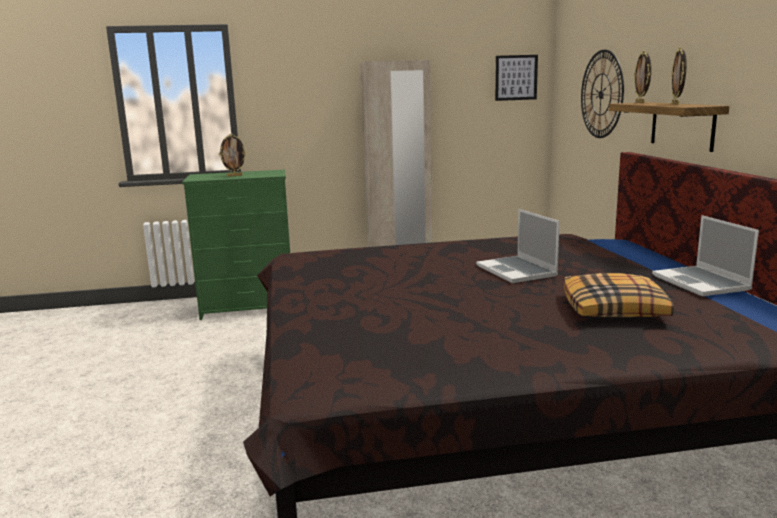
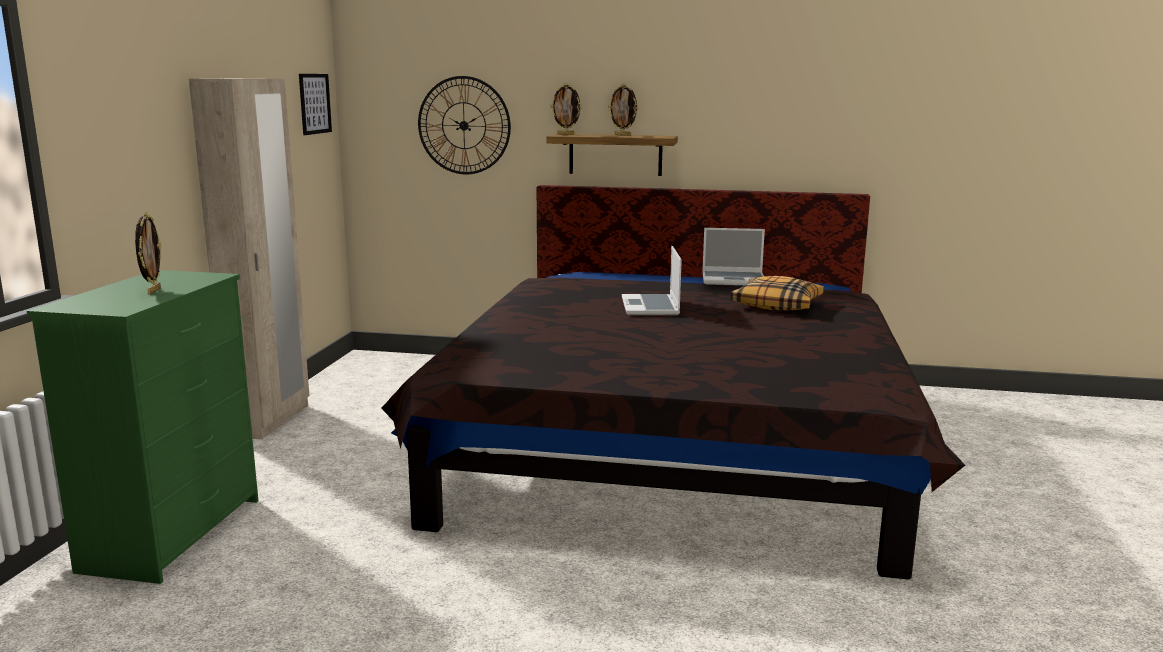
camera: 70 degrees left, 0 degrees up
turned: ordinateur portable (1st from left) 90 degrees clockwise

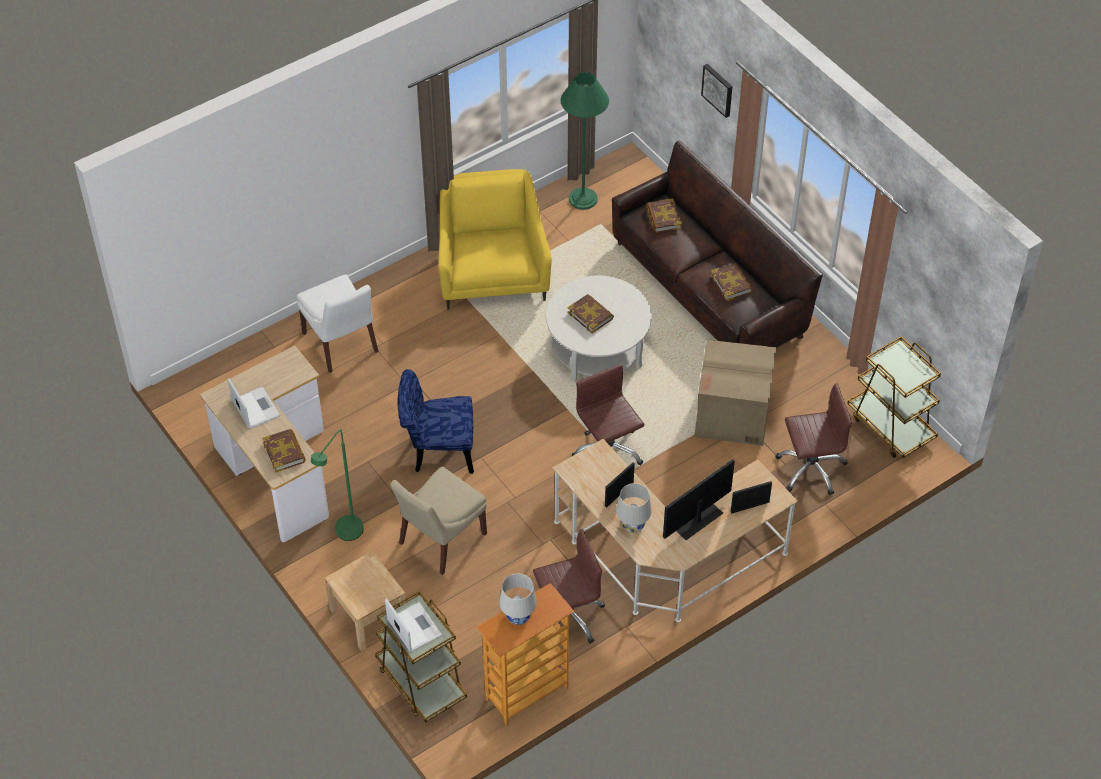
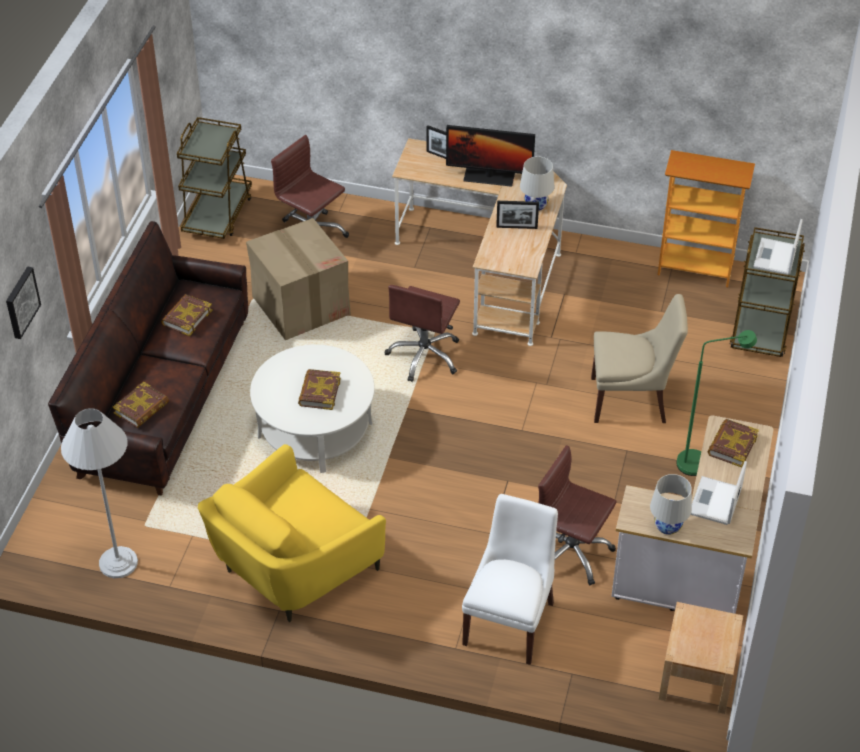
camera: 130 degrees left, 5 degrees down
removed: chaise (bleu)
moved: chaise de bureau (marron) (1st from left in the first image) to chaise de bureau (marron) (3rd from left); table de chevet (beige); lampe de table (blanc) (1st from left in the first image) to lampe de table (blanc) (2nd from left)
recoloured: lampadaire (vert) (2nd from left) to lampadaire (blanc)

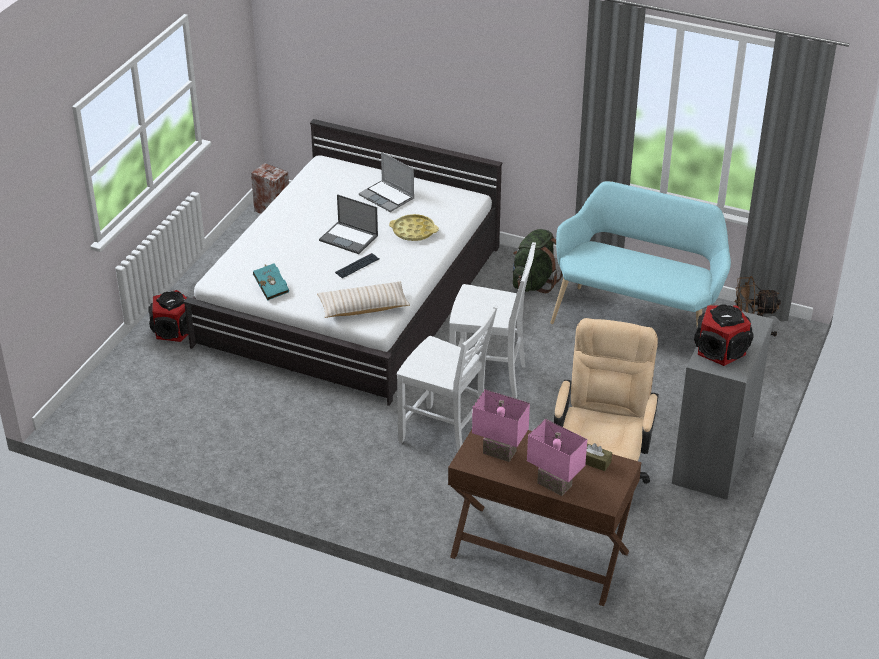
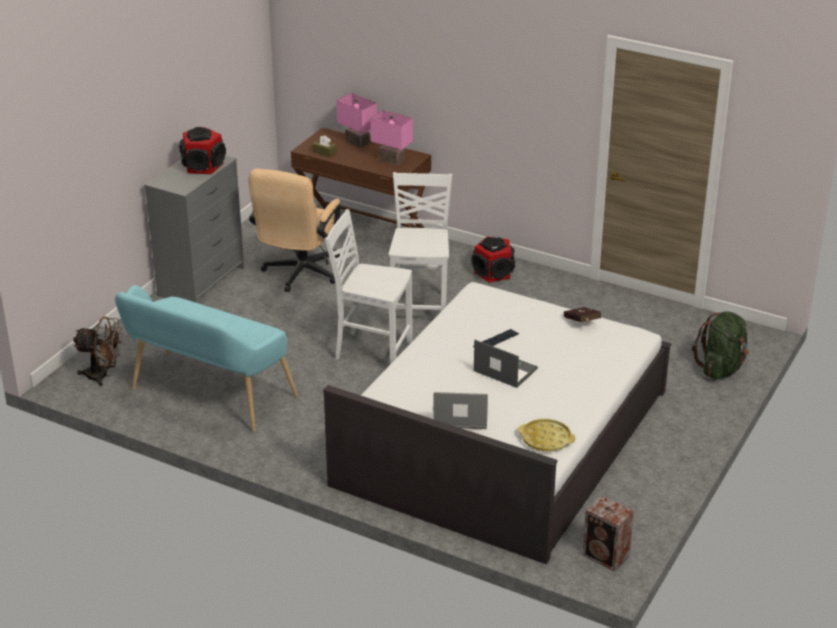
camera: 175 degrees left, 5 degrees down
removed: coussin (beige)
moved: plateau (jaune); sac à dos (vert); enceinte (1st from left in the first image) to enceinte (2nd from left)
recoloured: livre (turquoise) to livre (rouge)
turned: ordinateur portable (2nd from left in the first image) 45 degrees counterclockwise; chaise (blanc) (1st from left in the first image) 60 degrees clockwise

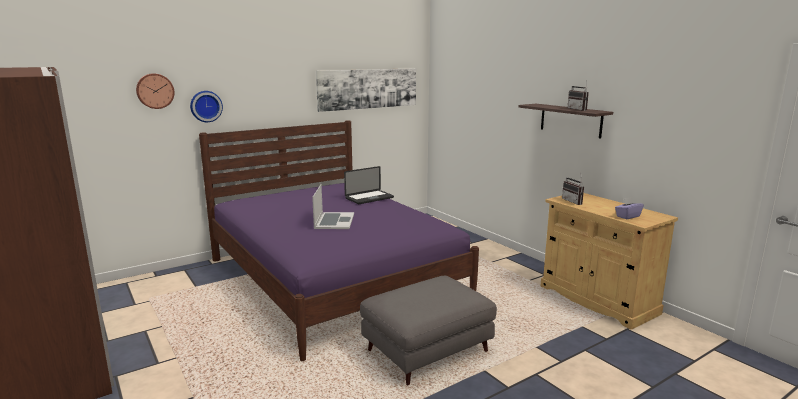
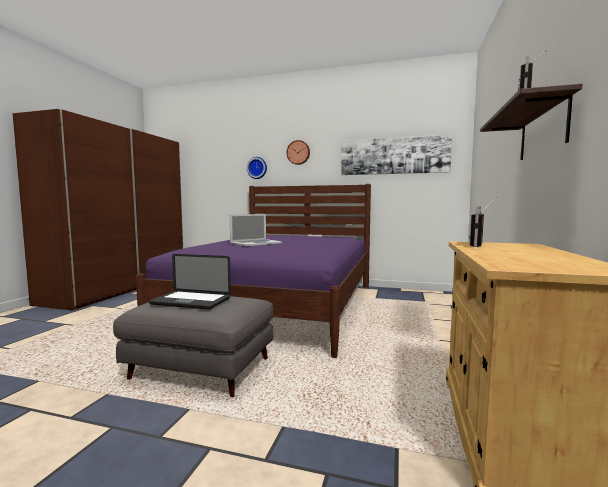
camera: 50 degrees right, 10 degrees down
removed: boîte à mouchoirs (violet)
moved: horloge murale (1st from left in the first image) to horloge murale (2nd from left); ordinateur portable (2nd from left in the first image) to ordinateur portable (1st from left)

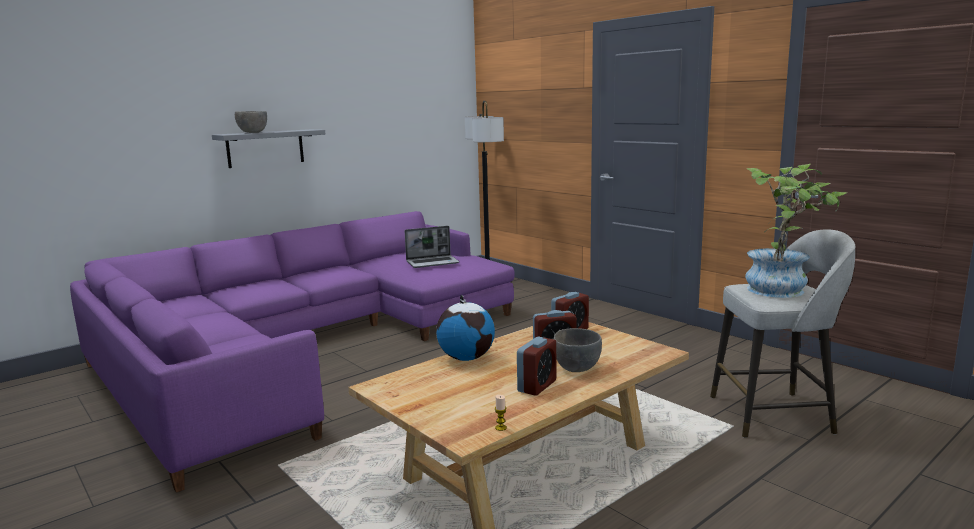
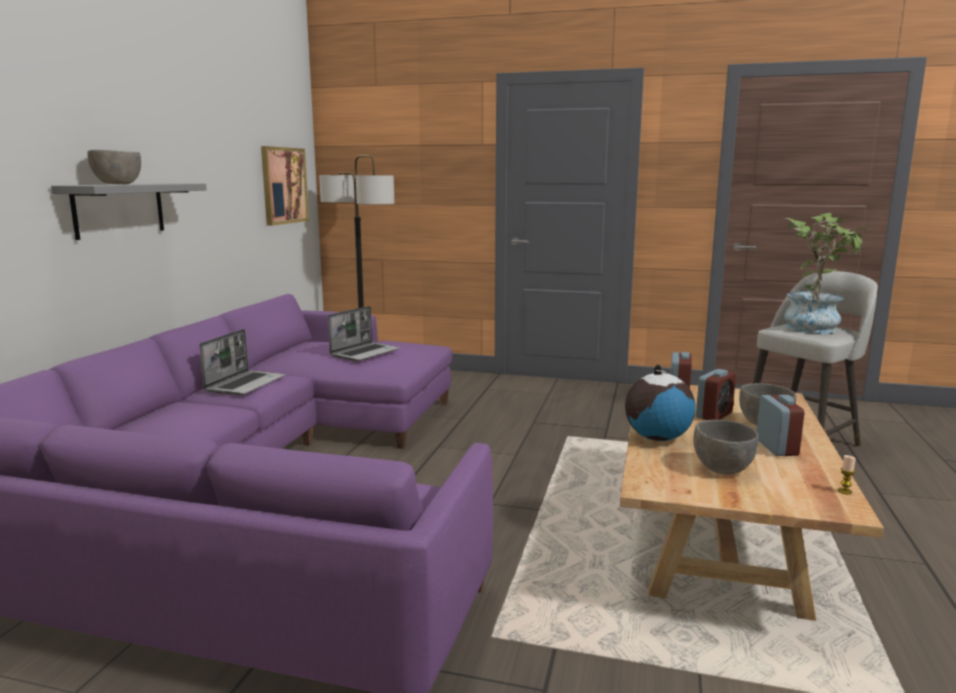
camera: 35 degrees left, 0 degrees up
added: tableau; ordinateur portable (1st from left); bol (gris) (2nd from left)

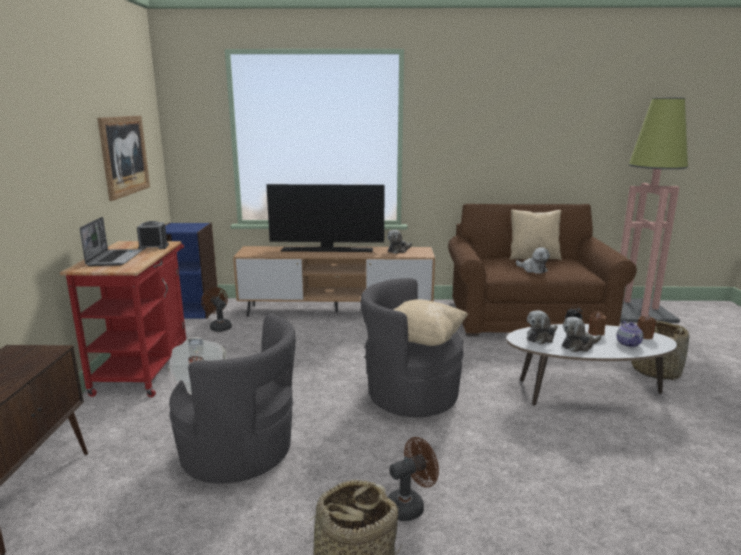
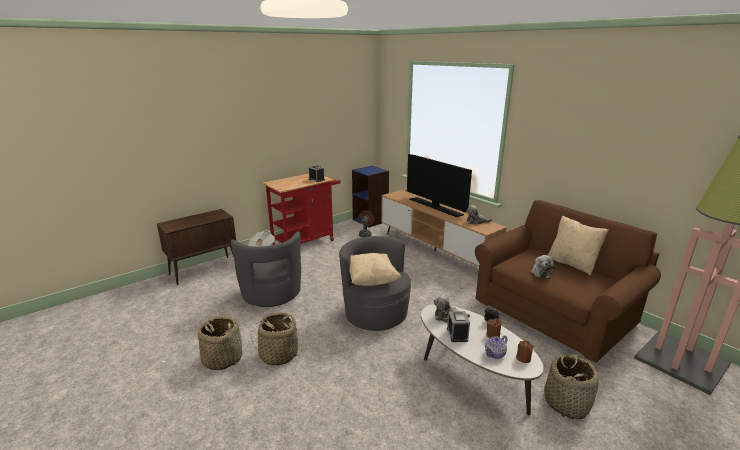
camera: 50 degrees right, 5 degrees up
removed: tableau; ordinateur portable
replaced: peluche (4th from left) to réveil (2nd from left); ventilateur (marron) (2nd from left) to panier (2nd from left)

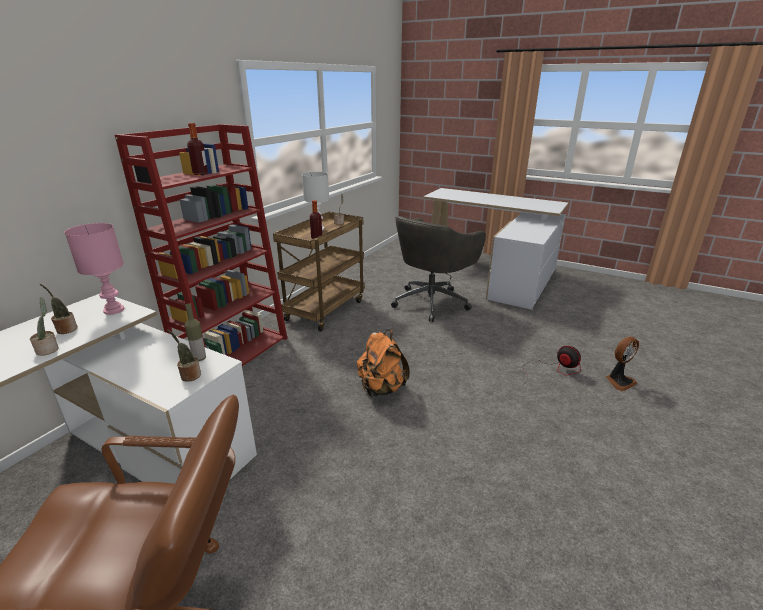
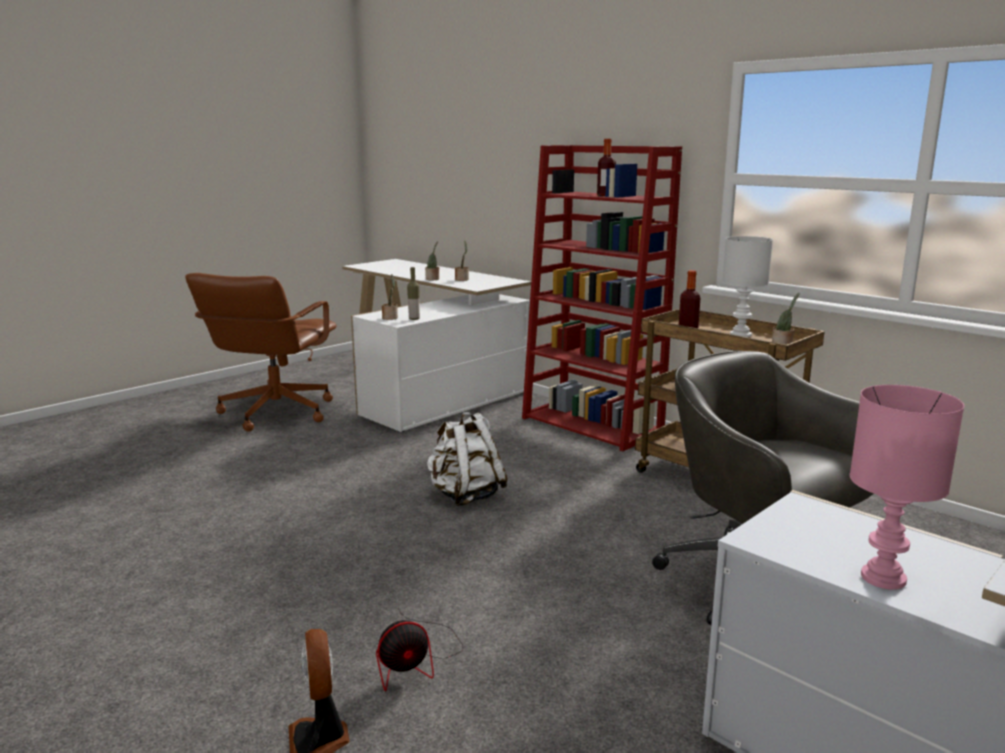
camera: 105 degrees right, 10 degrees down
moved: lampe de table (rose)
recoloured: sac à dos (orange) to sac à dos (blanc)

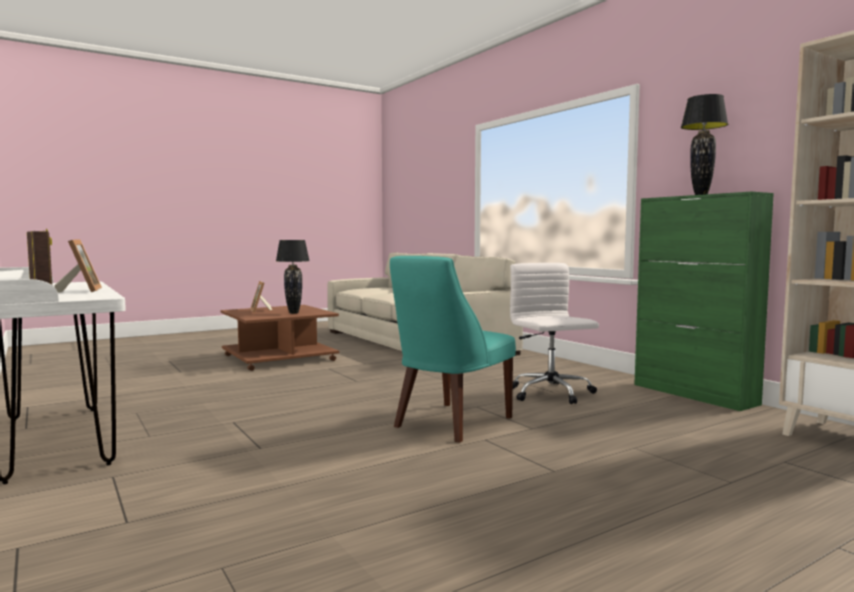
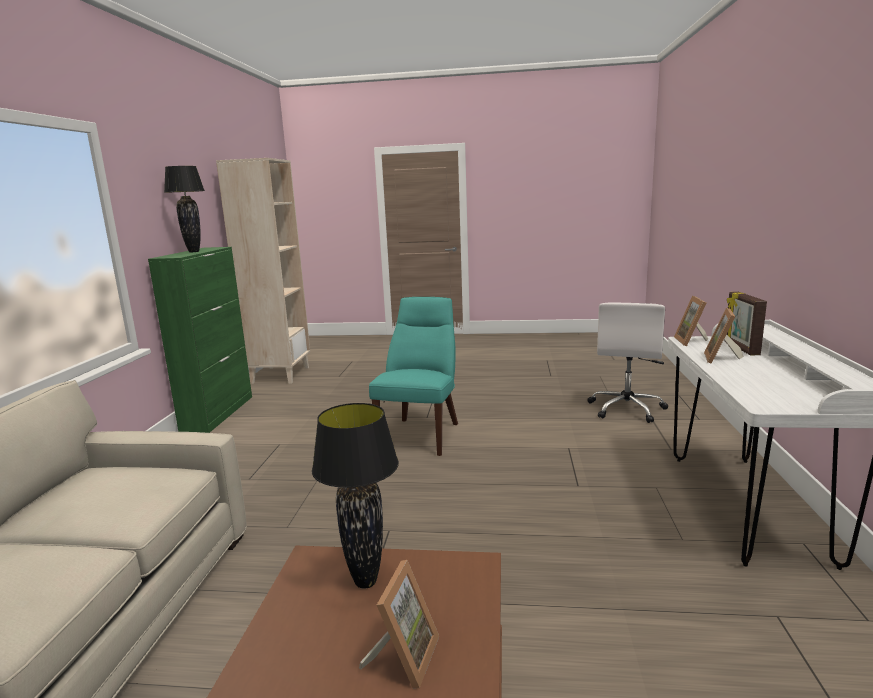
camera: 140 degrees left, 10 degrees up
added: cadre photo (2nd from left)
moved: chaise de bureau (blanc)
turned: chaise (turquoise) 60 degrees counterclockwise

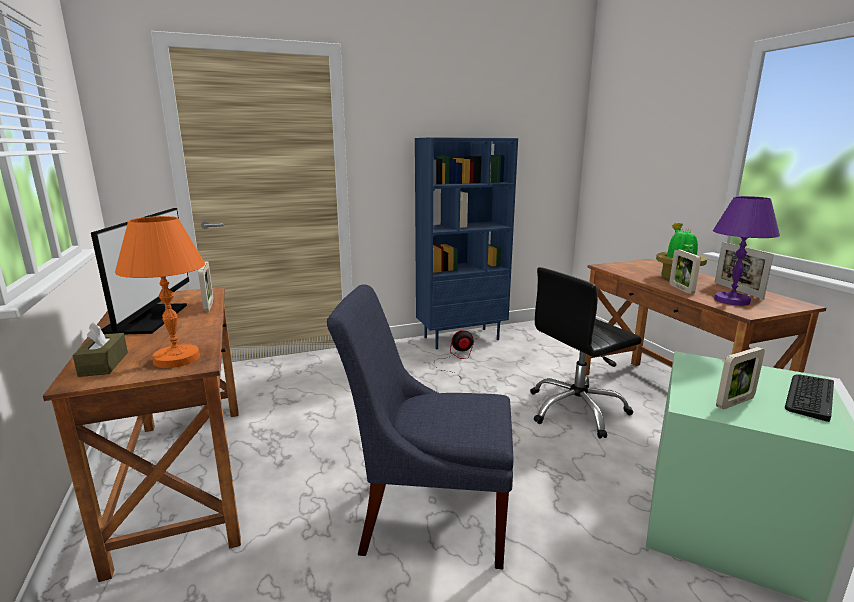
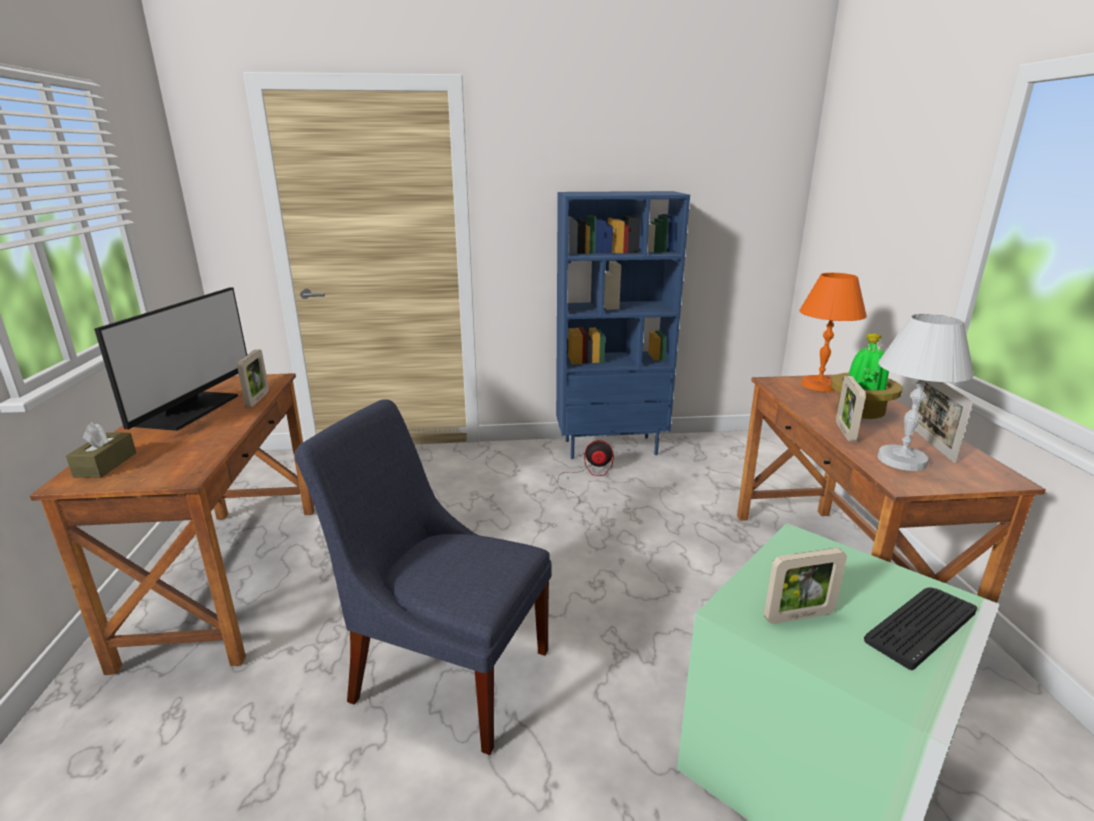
camera: 15 degrees right, 5 degrees up
removed: chaise de bureau (noir)
moved: lampe de table (orange)
recoloured: lampe de table (violet) to lampe de table (blanc)

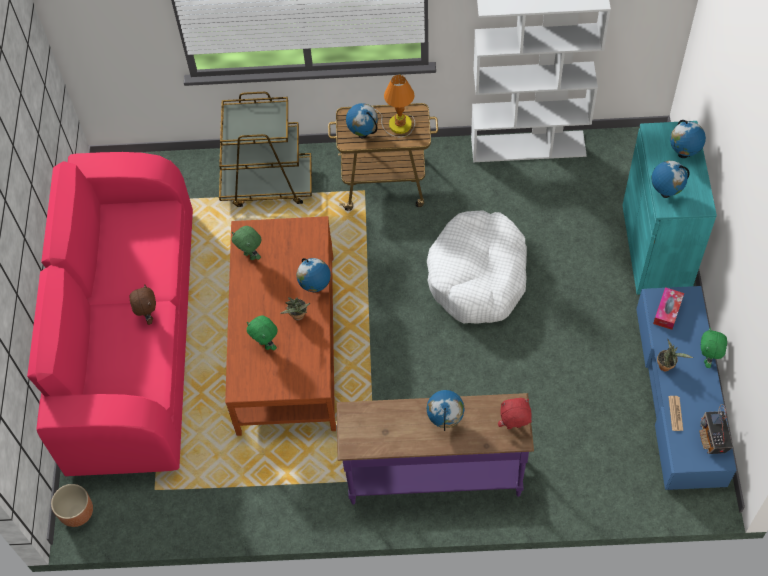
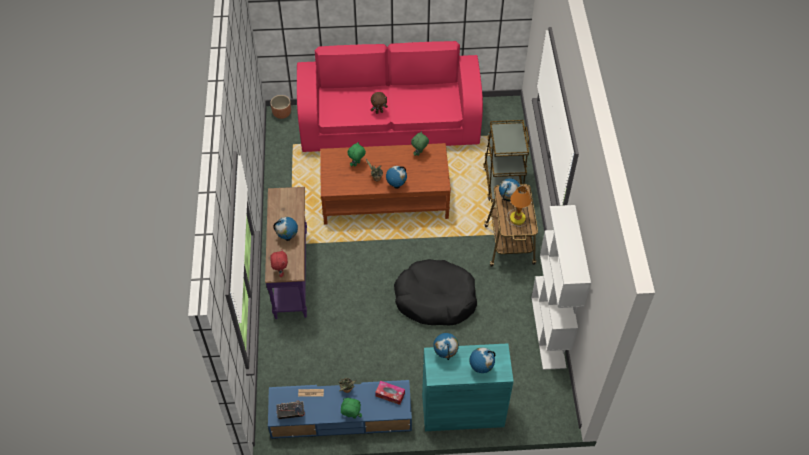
camera: 85 degrees right, 5 degrees down
recoloured: panier pour chien (blanc) to panier pour chien (noir)

